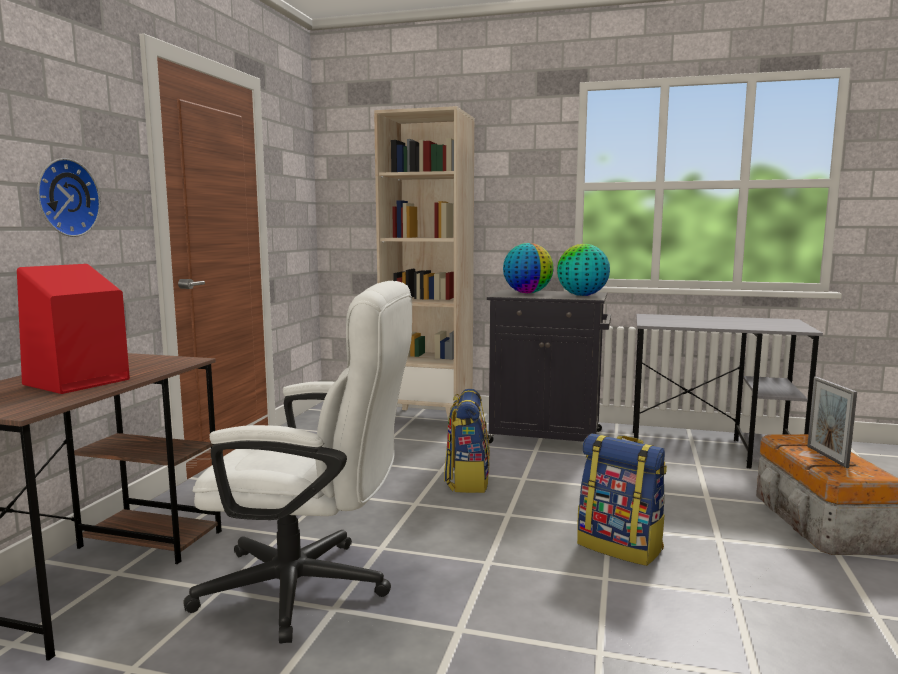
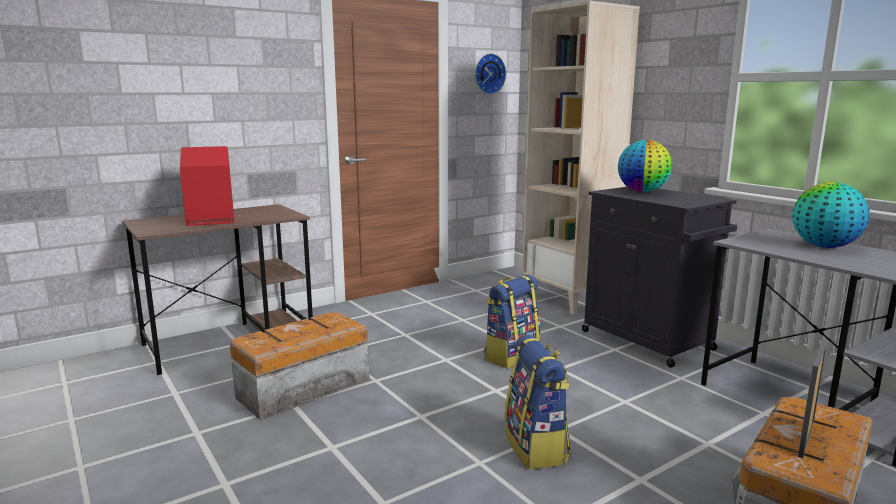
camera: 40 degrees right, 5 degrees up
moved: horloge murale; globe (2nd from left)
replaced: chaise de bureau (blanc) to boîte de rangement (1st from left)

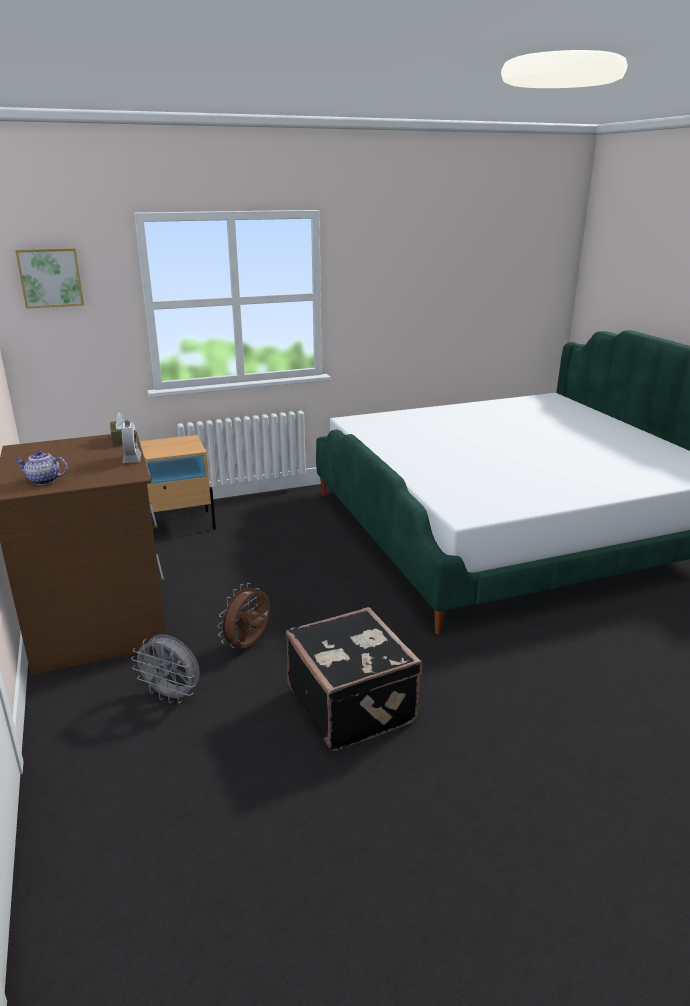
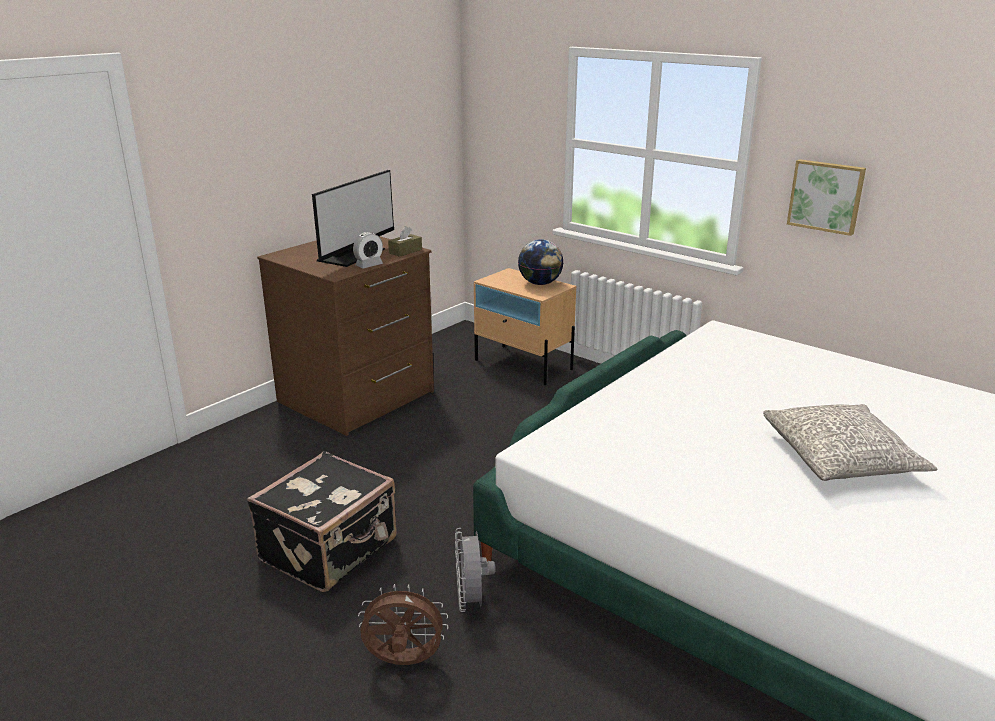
camera: 60 degrees right, 0 degrees up
removed: théière
added: écran d'ordinateur; globe; coussin (gris)
moved: tableau; ventilateur (marron); ventilateur (gris)

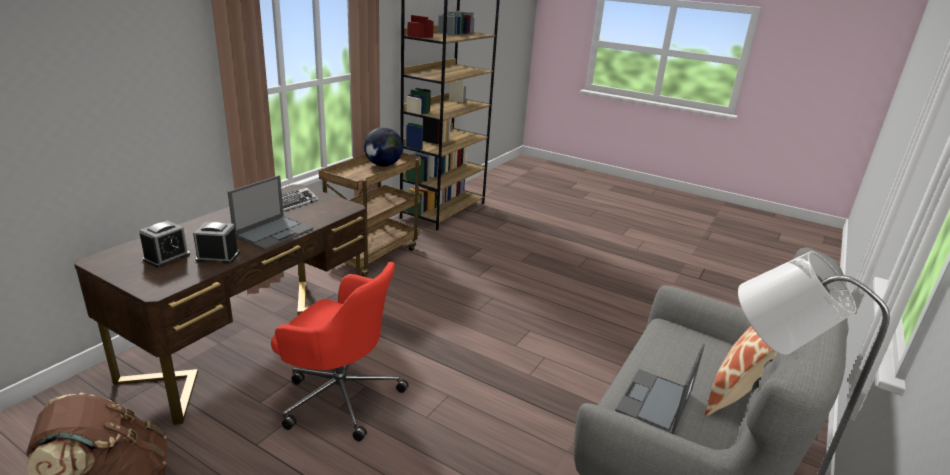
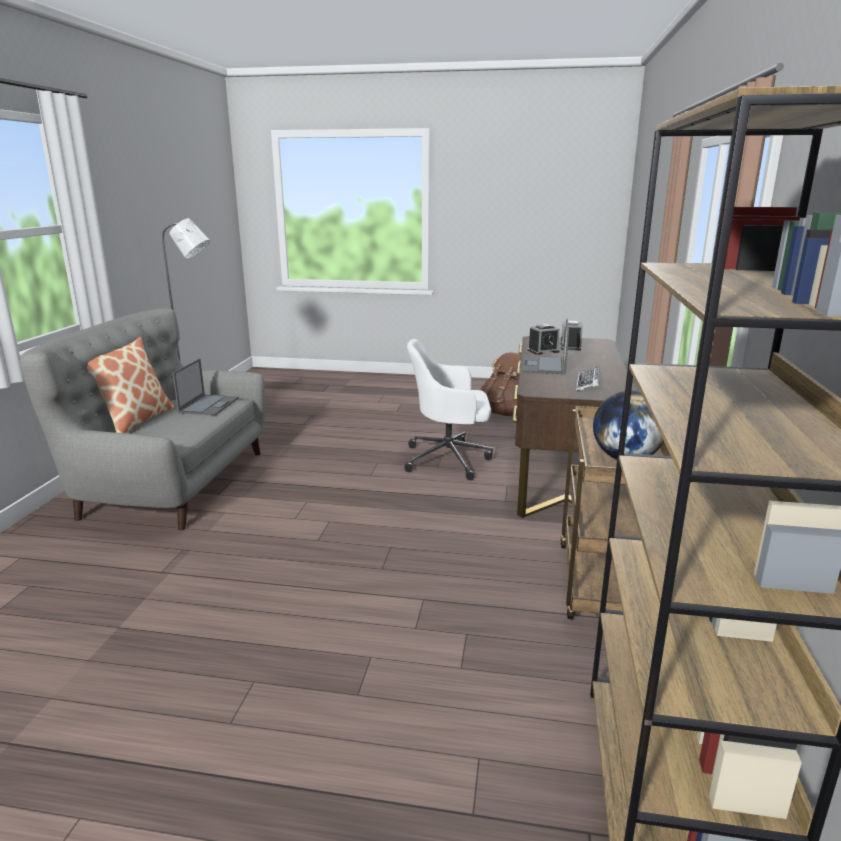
camera: 160 degrees right, 5 degrees down
recoloured: chaise de bureau (rouge) to chaise de bureau (blanc)

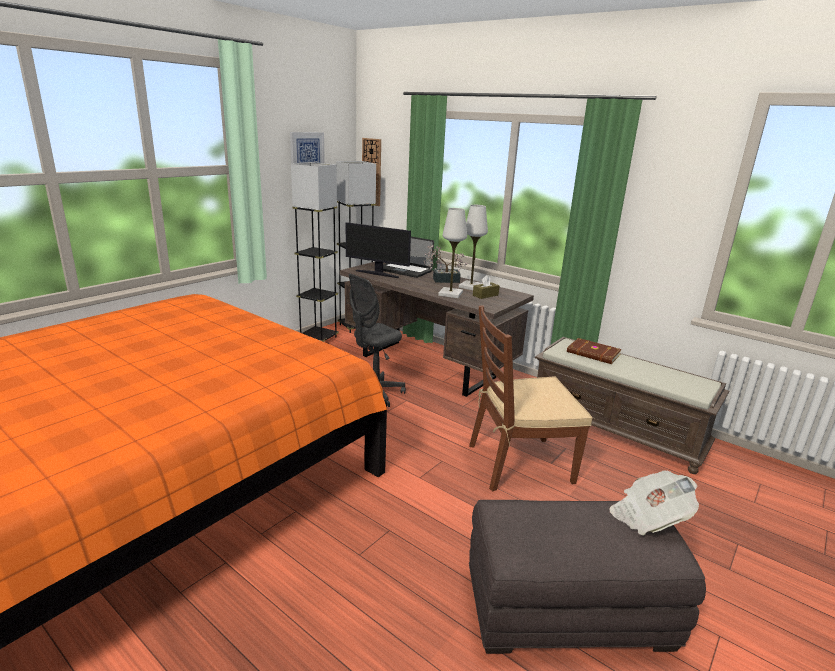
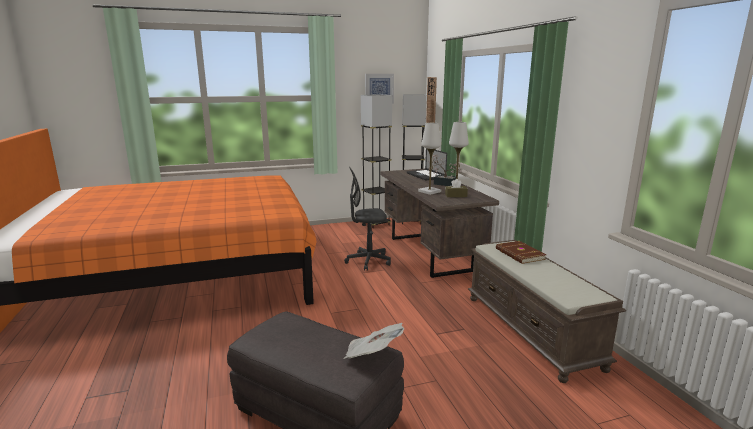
camera: 35 degrees right, 5 degrees down
removed: écran d'ordinateur; chaise (marron)

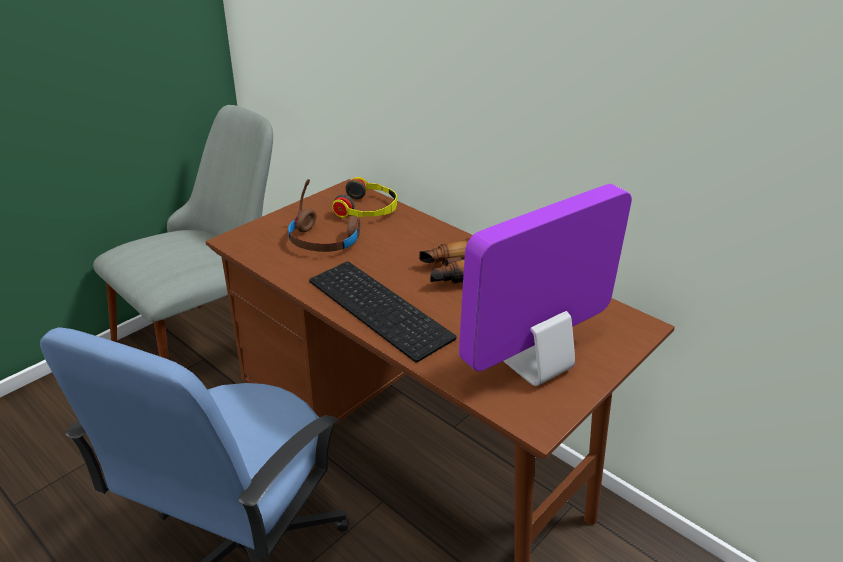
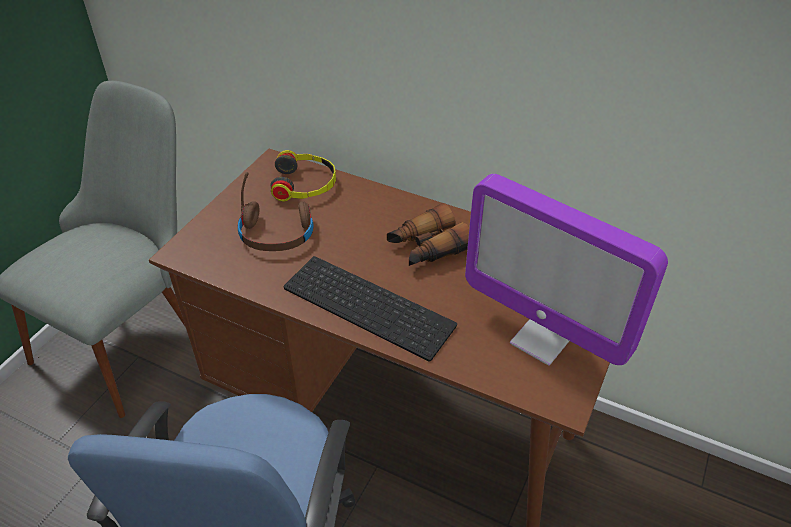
camera: 15 degrees left, 10 degrees up
turned: écran d'ordinateur 90 degrees counterclockwise

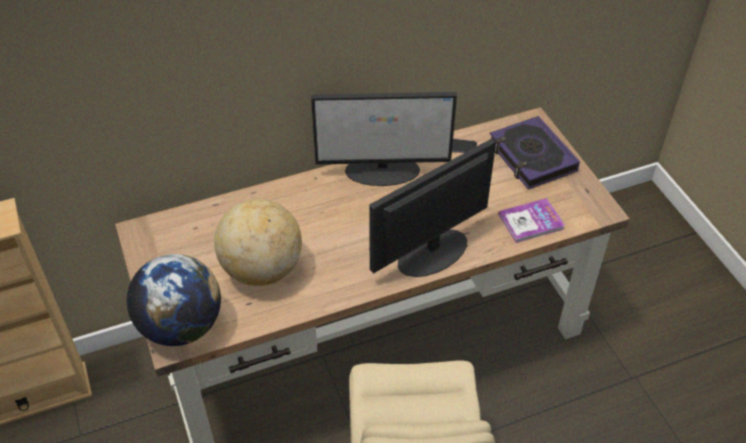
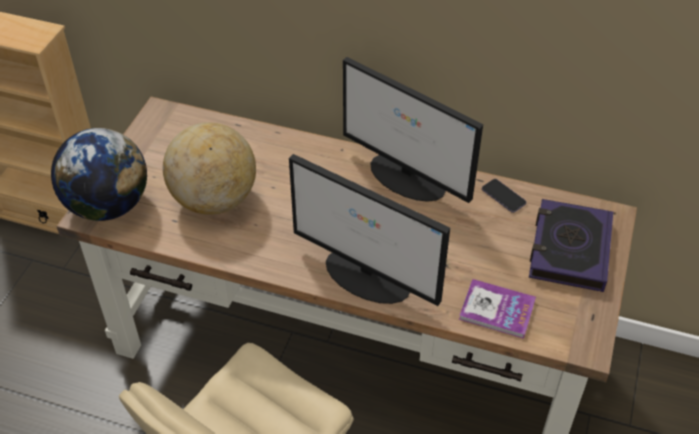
camera: 40 degrees right, 0 degrees up
turned: écran d'ordinateur (2nd from left in the first image) 150 degrees counterclockwise

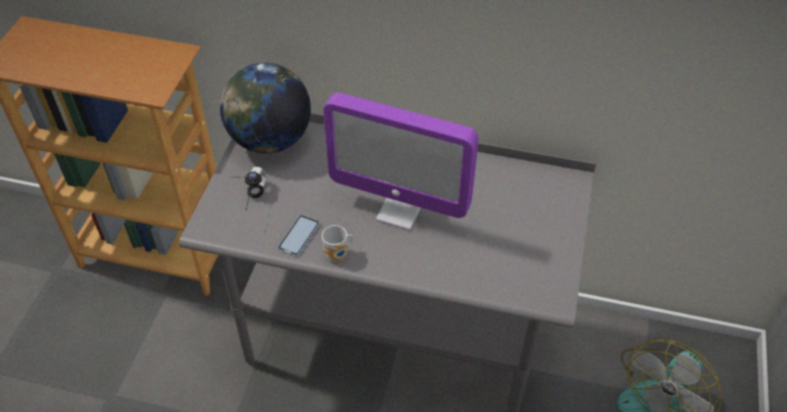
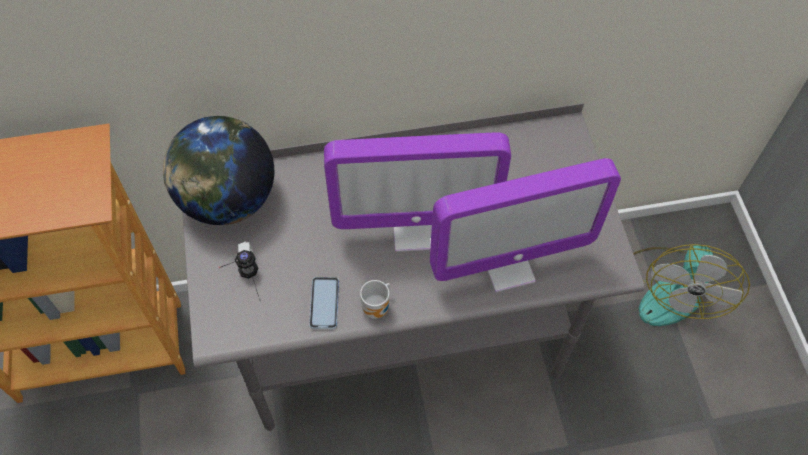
camera: 25 degrees left, 10 degrees up
added: écran d'ordinateur (2nd from left)

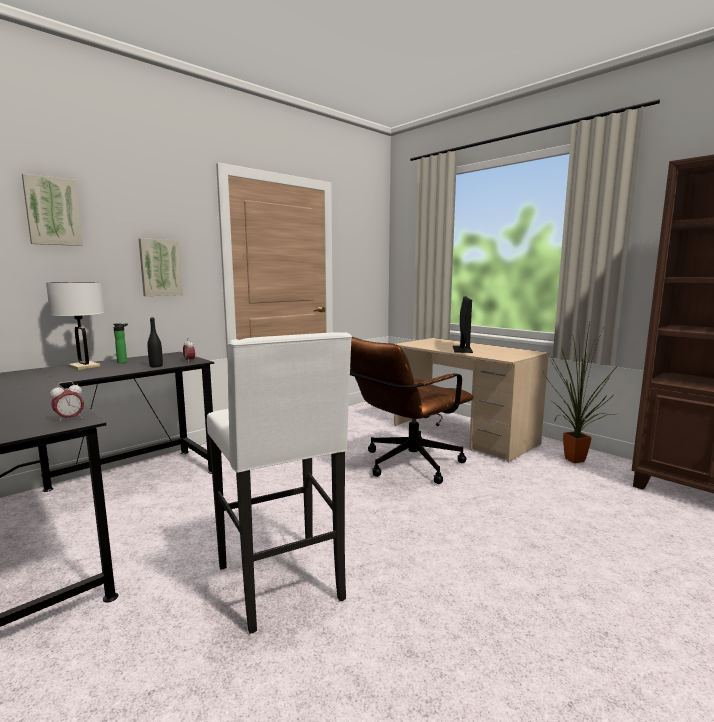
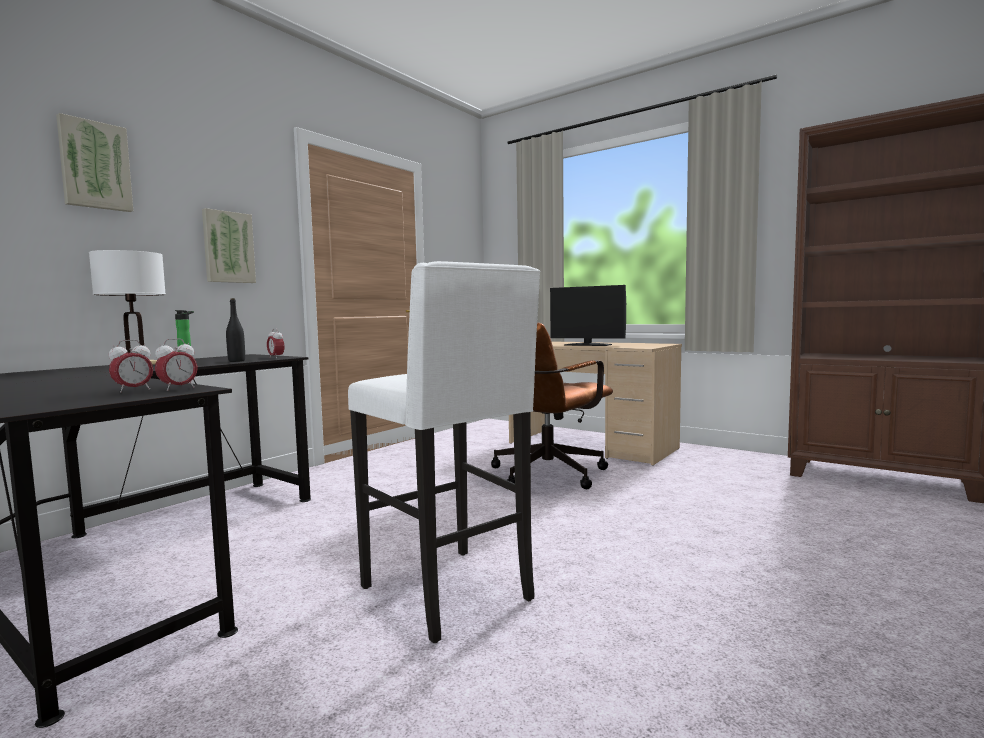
camera: 10 degrees left, 5 degrees down
removed: plante en pot
added: réveil (1st from left)
turned: écran d'ordinateur 120 degrees clockwise

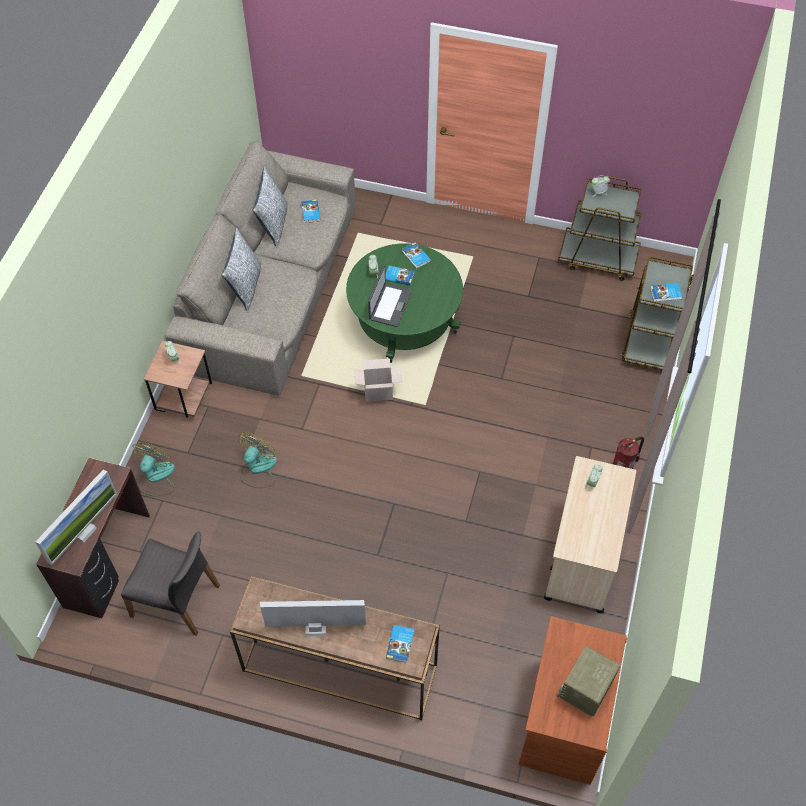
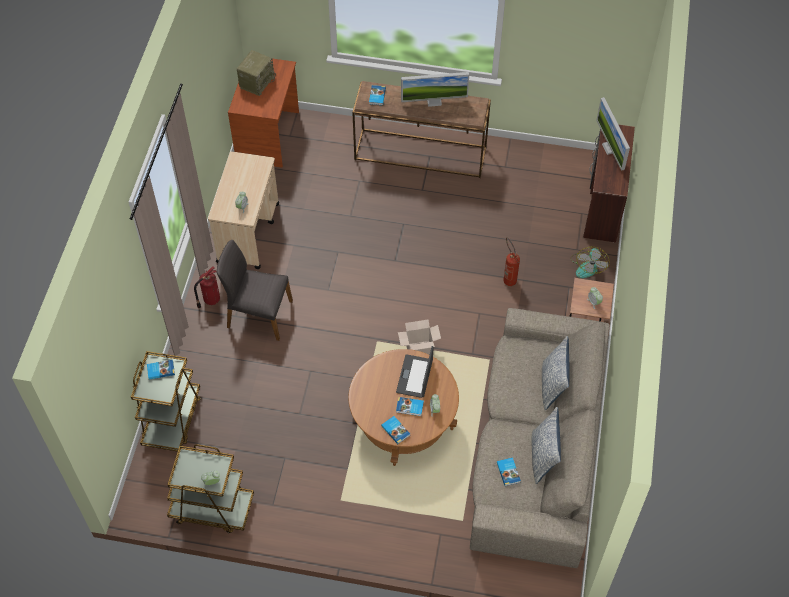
camera: 175 degrees right, 0 degrees up
moved: chaise (gris)
replaced: ventilateur (2nd from left) to extincteur (2nd from left)
recoloured: table basse (vert) to table basse (marron)
turned: écran d'ordinateur (1st from left in the first image) 45 degrees counterclockwise

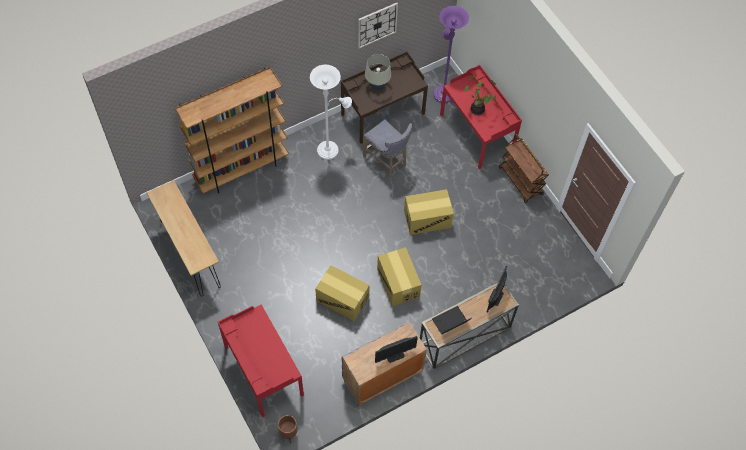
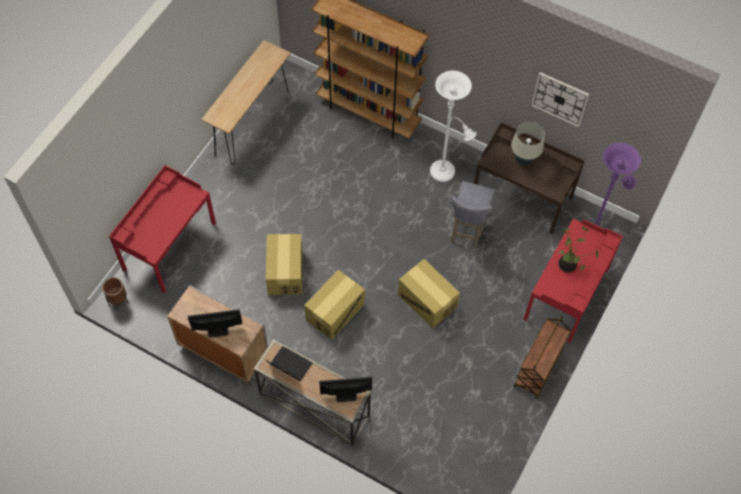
camera: 60 degrees right, 0 degrees up
turned: écran d'ordinateur (1st from left) 135 degrees clockwise

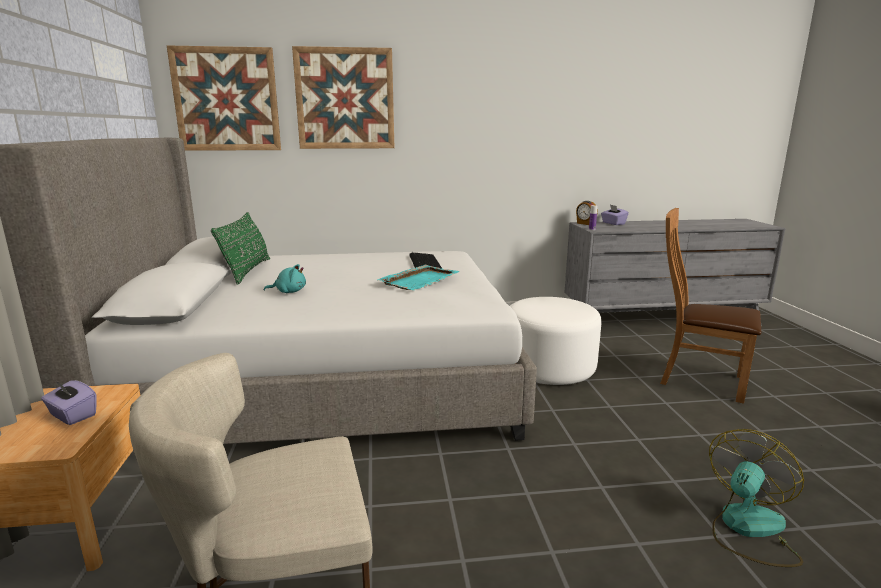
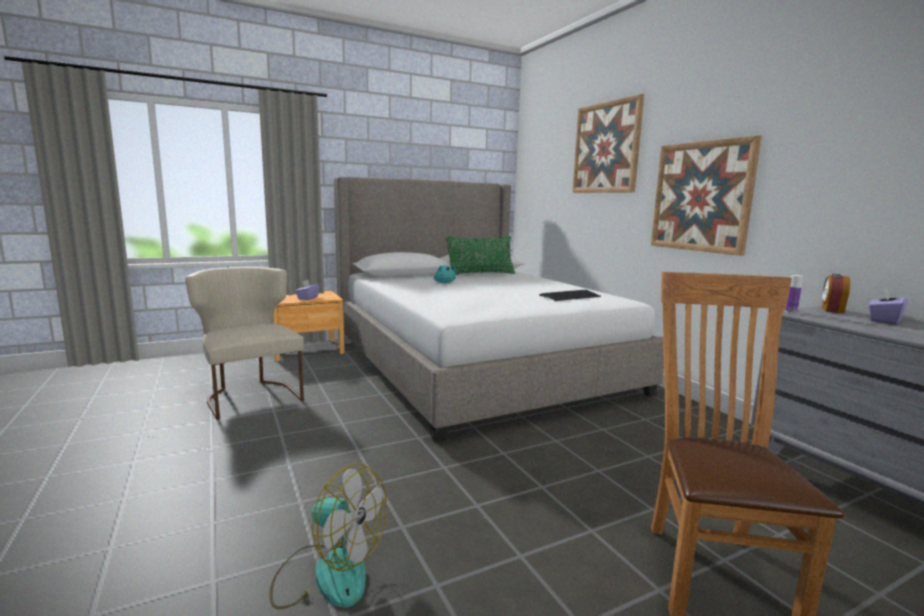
camera: 70 degrees right, 5 degrees down
removed: plateau (turquoise); pouf (blanc)
moved: tableau (1st from left in the first image) to tableau (2nd from left)

